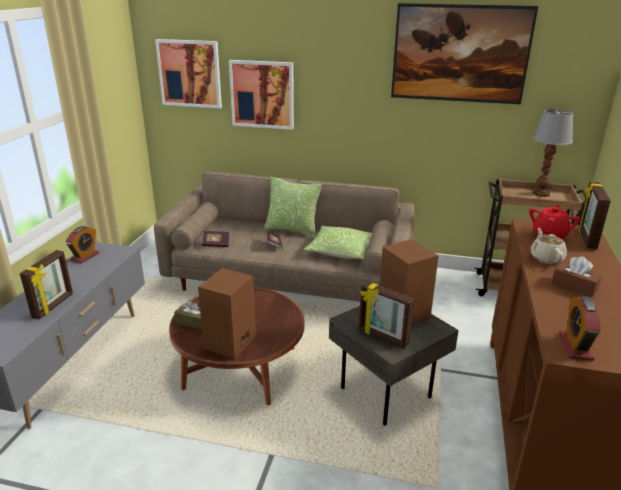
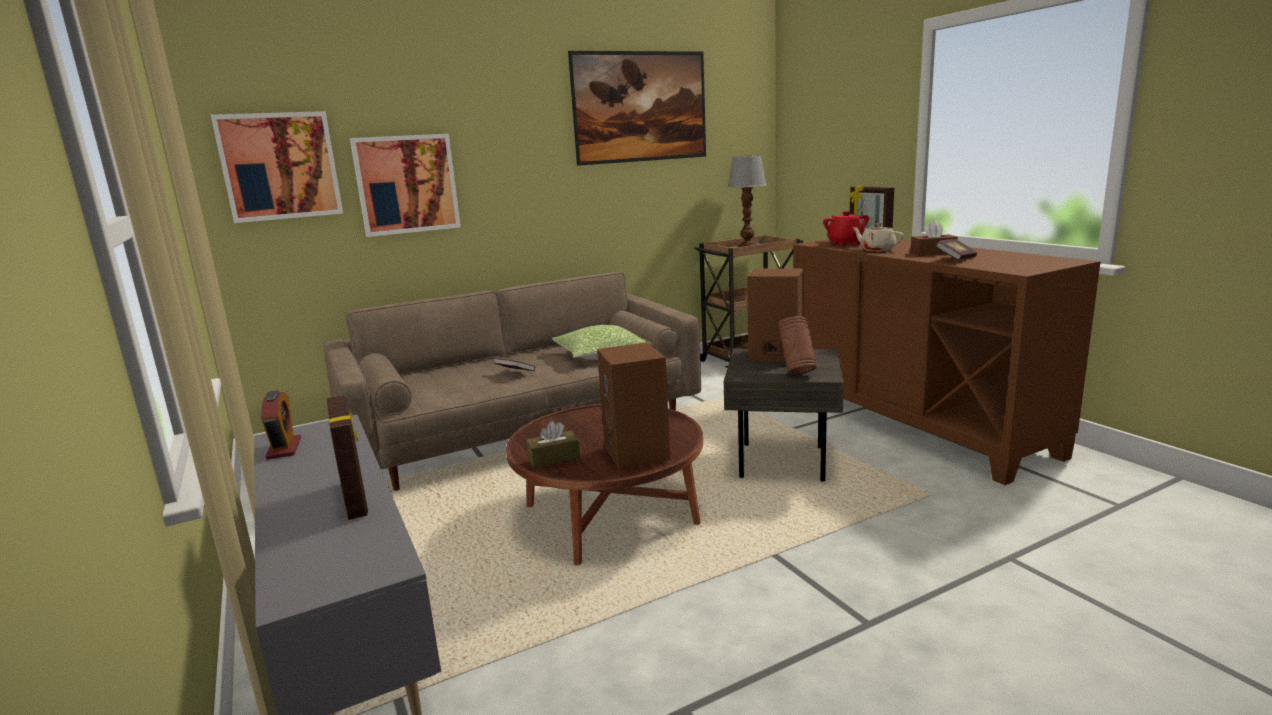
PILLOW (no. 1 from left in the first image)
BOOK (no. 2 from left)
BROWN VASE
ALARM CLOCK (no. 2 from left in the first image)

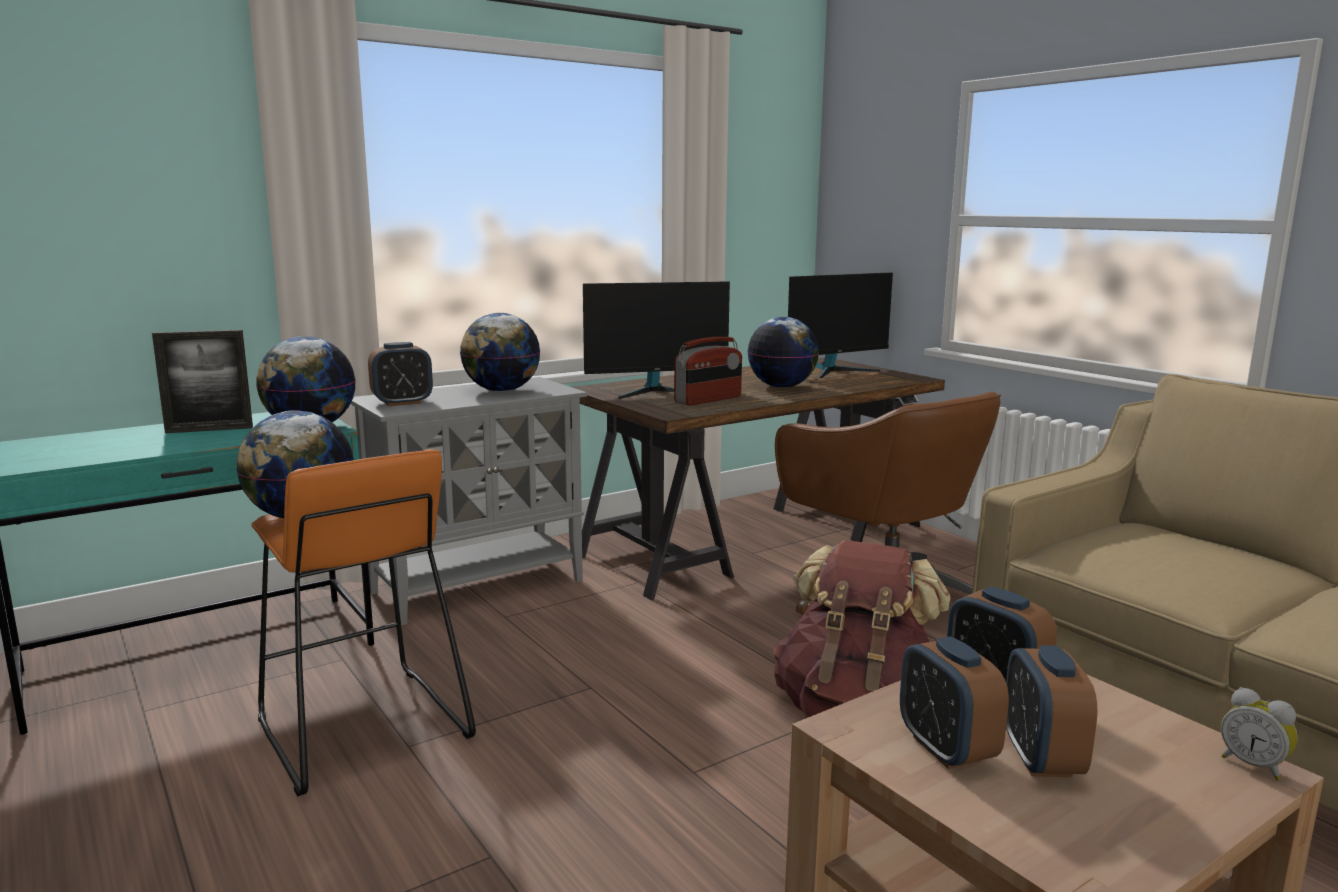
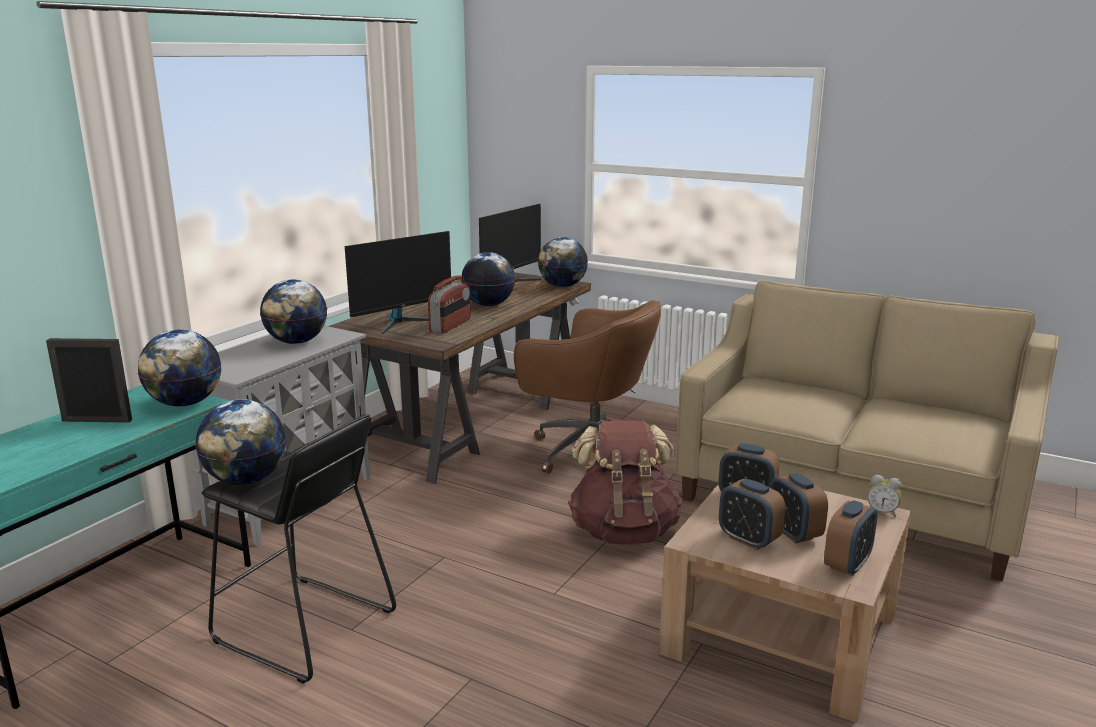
PICTURE FRAME
ALARM CLOCK (no. 4 from left)
BLACK STOOL
GLOBE (no. 5 from left)

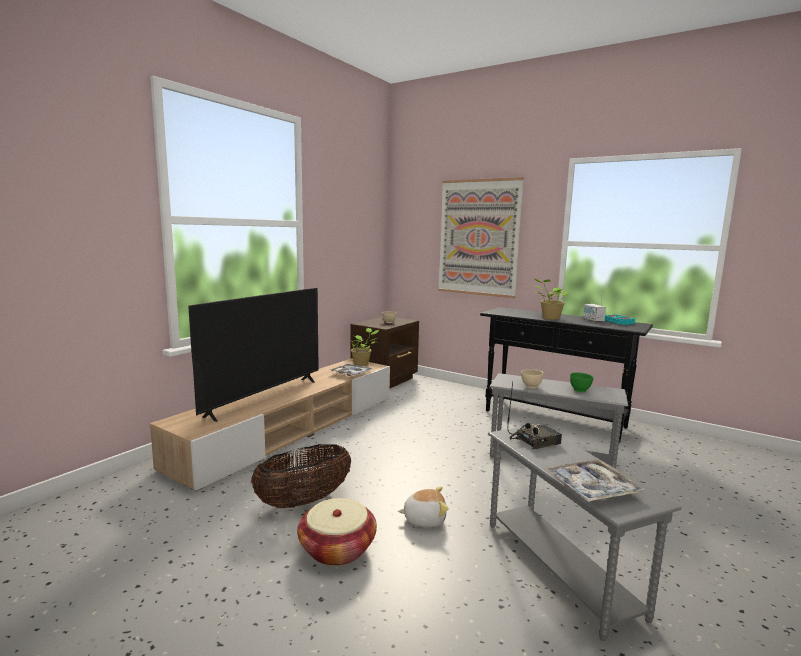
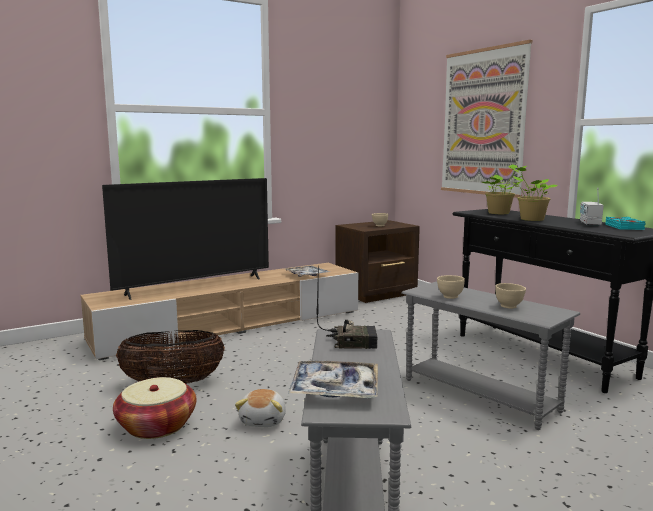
POTTED PLANT (no. 1 from left)
BEIGE BOWL (no. 3 from left)
PLUSH TOY

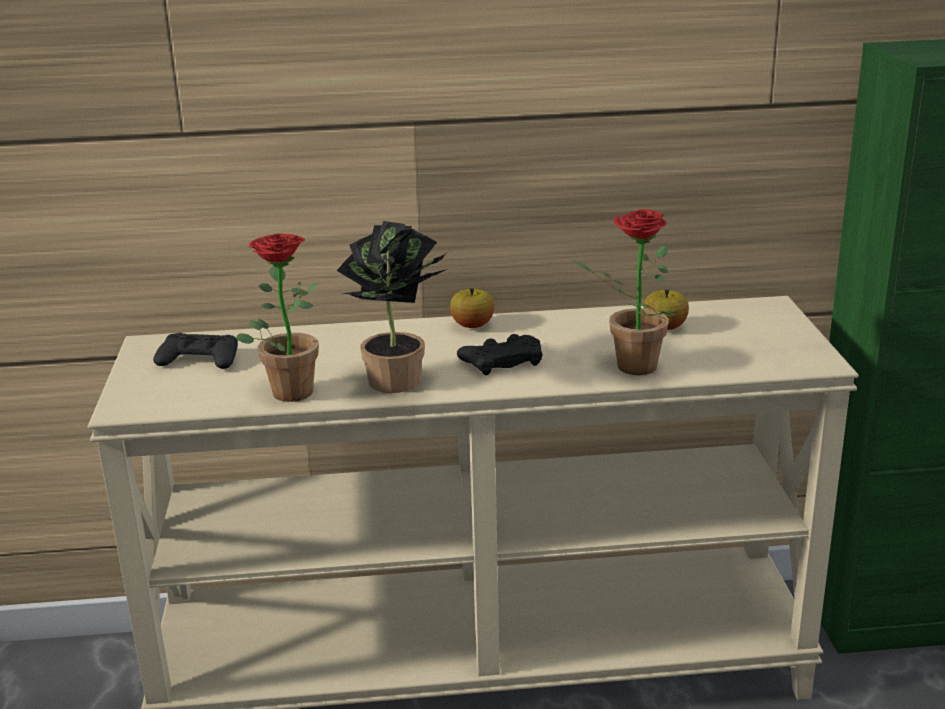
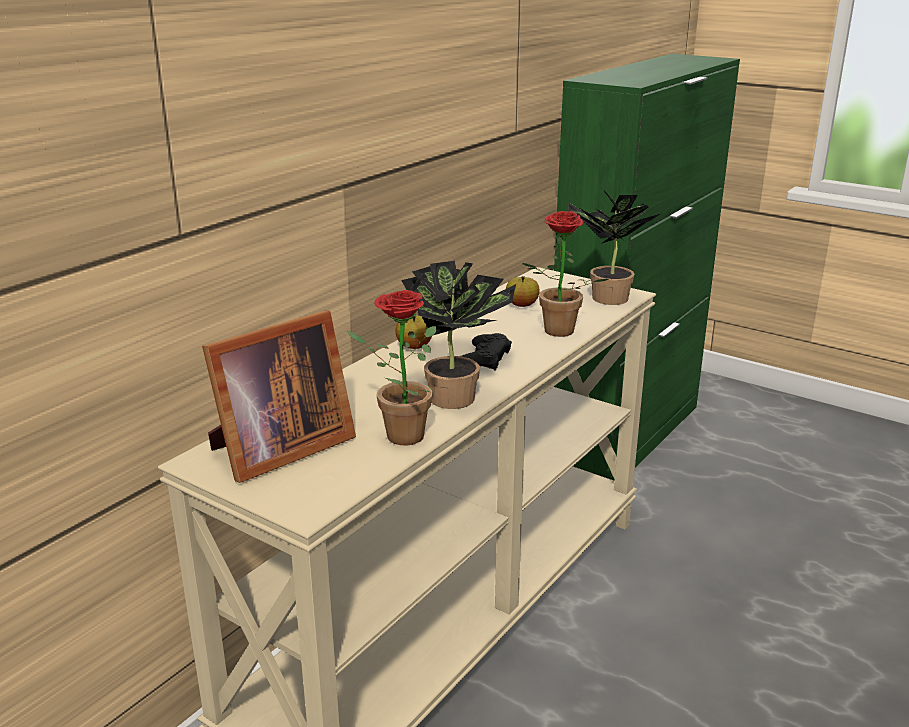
PICTURE FRAME
POTTED PLANT (no. 4 from left)

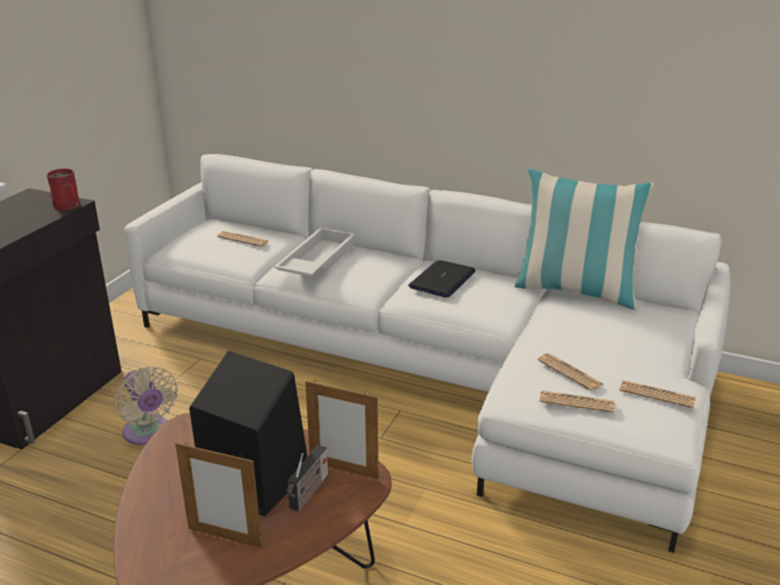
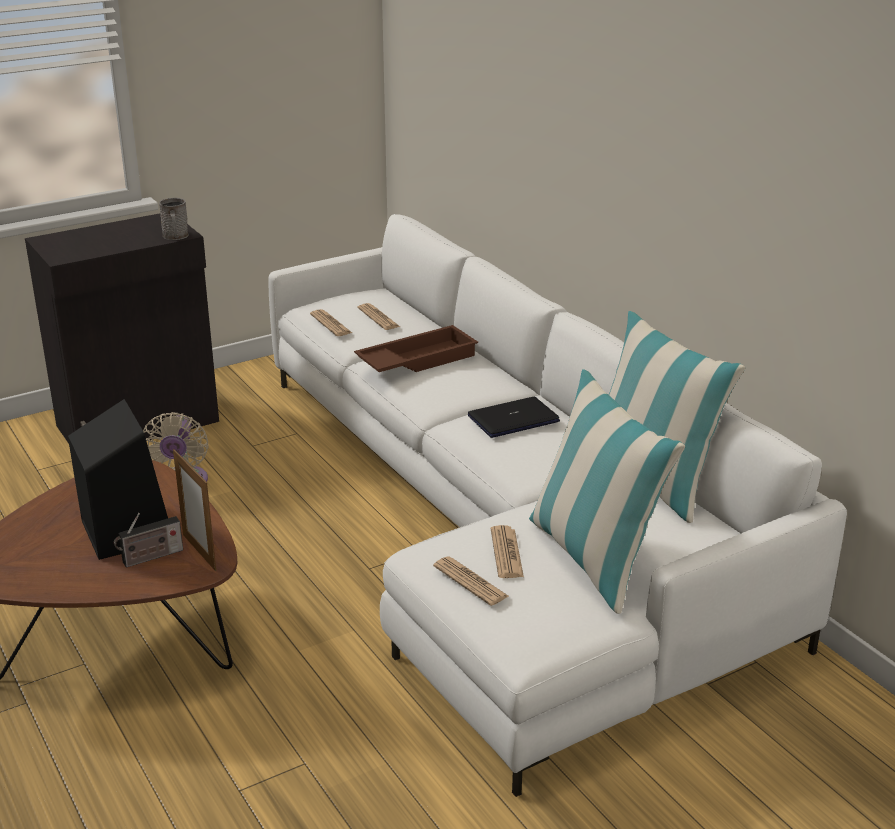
GREY MUG
BROWN TRAY
NEWSPAPER (no. 1 from left)
PICTURE FRAME (no. 1 from left in the first image)
PILLOW (no. 1 from left)

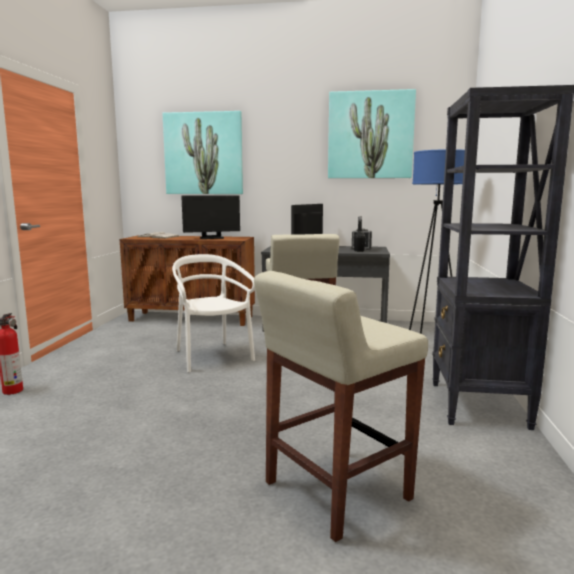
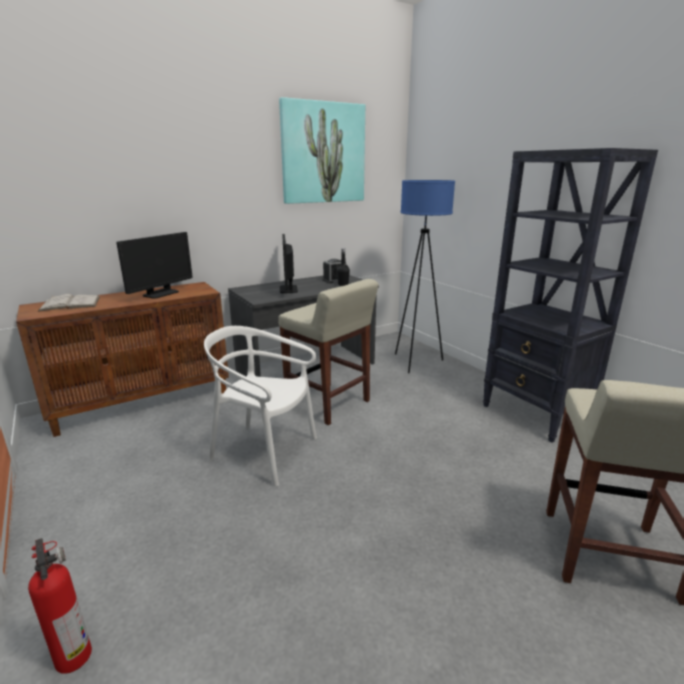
PICTURE (no. 1 from left in the first image)

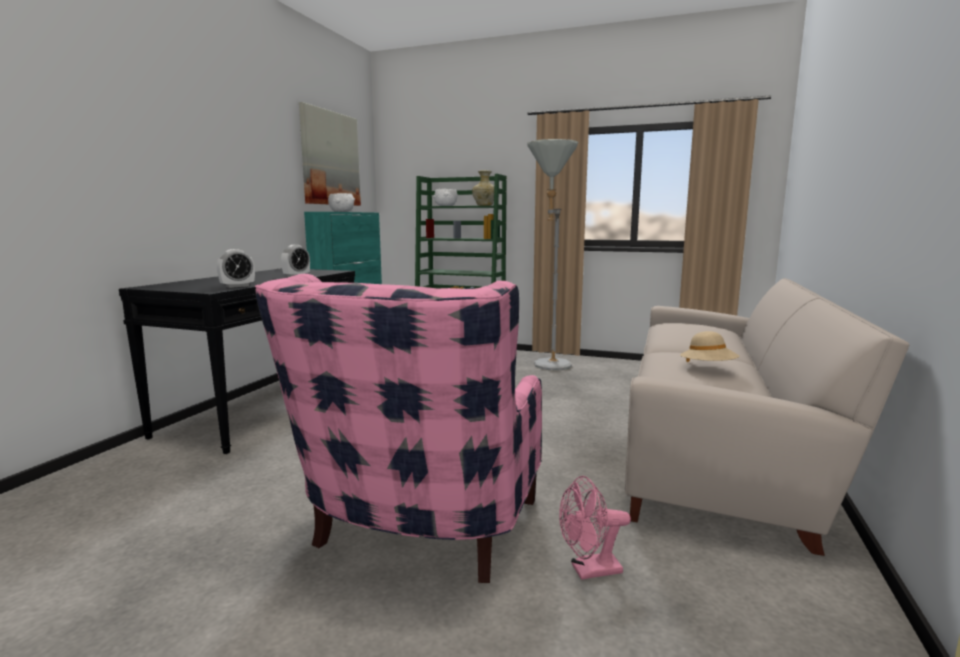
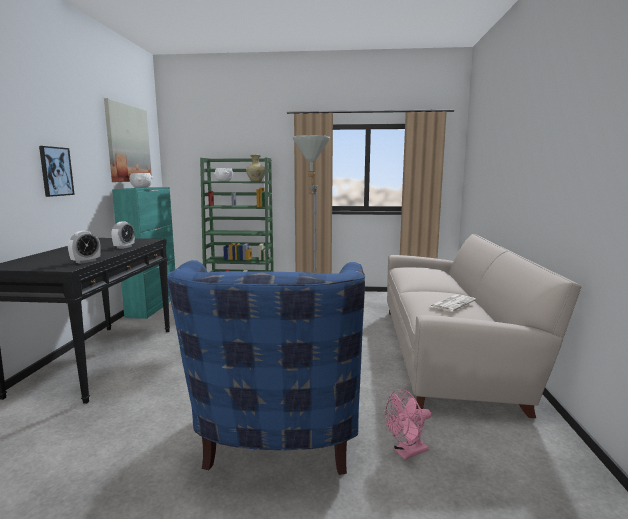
BLUE ARMCHAIR
NEWSPAPER
PICTURE (no. 1 from left)

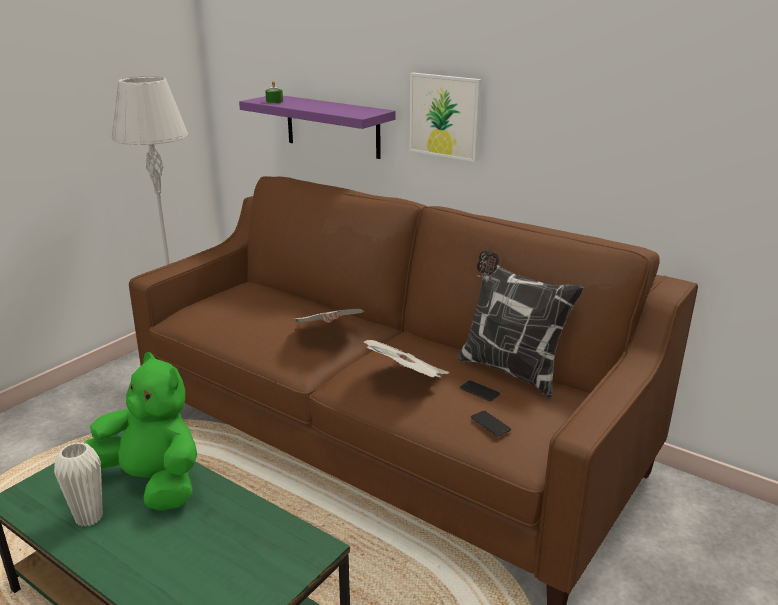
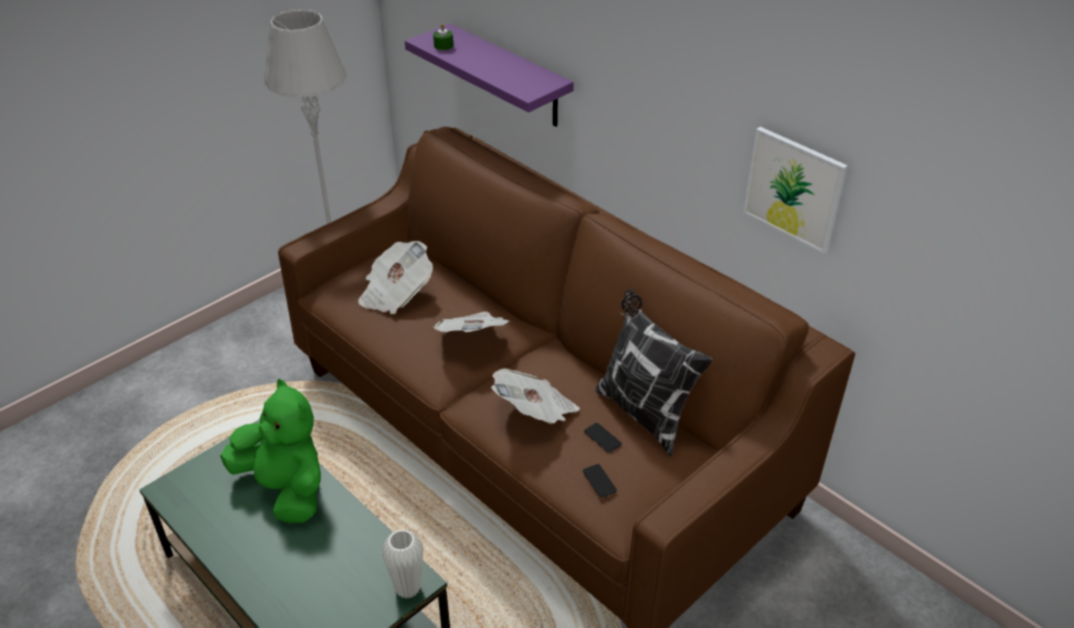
PICTURE
WHITE VASE
NEWSPAPER (no. 1 from left)

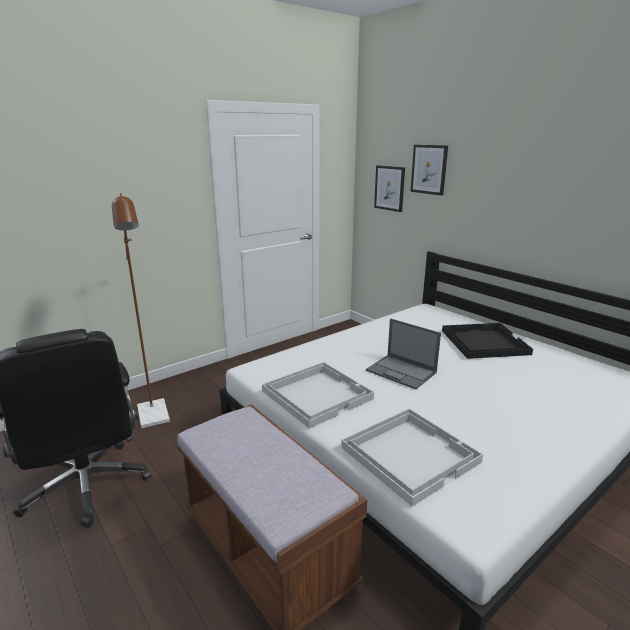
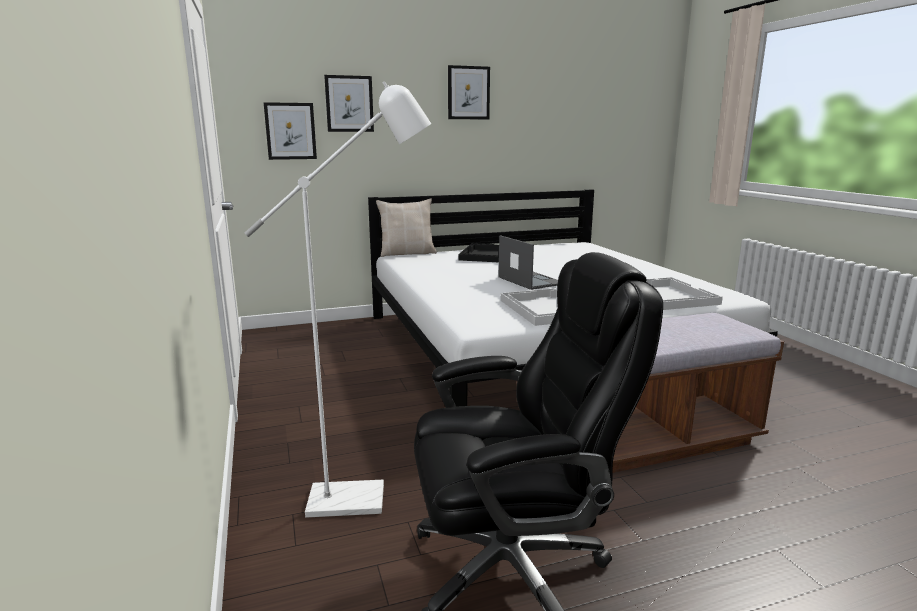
WHITE FLOOR LAMP
LAPTOP
PICTURE (no. 3 from left)
BEIGE PILLOW

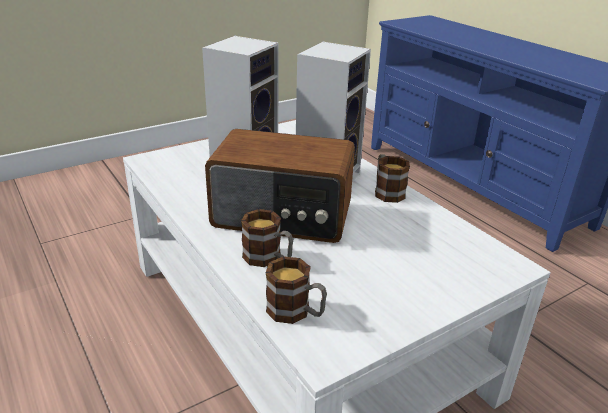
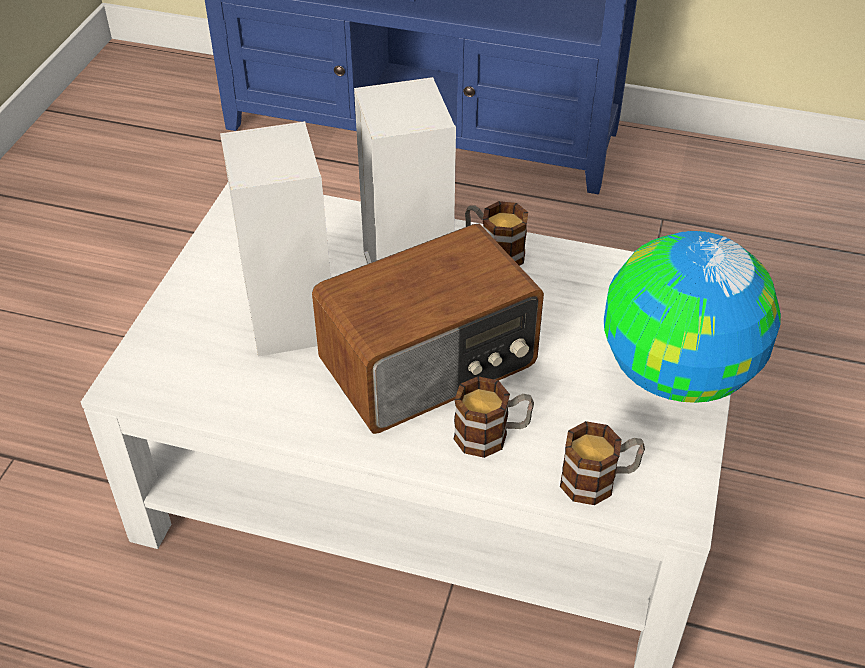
GLOBE

